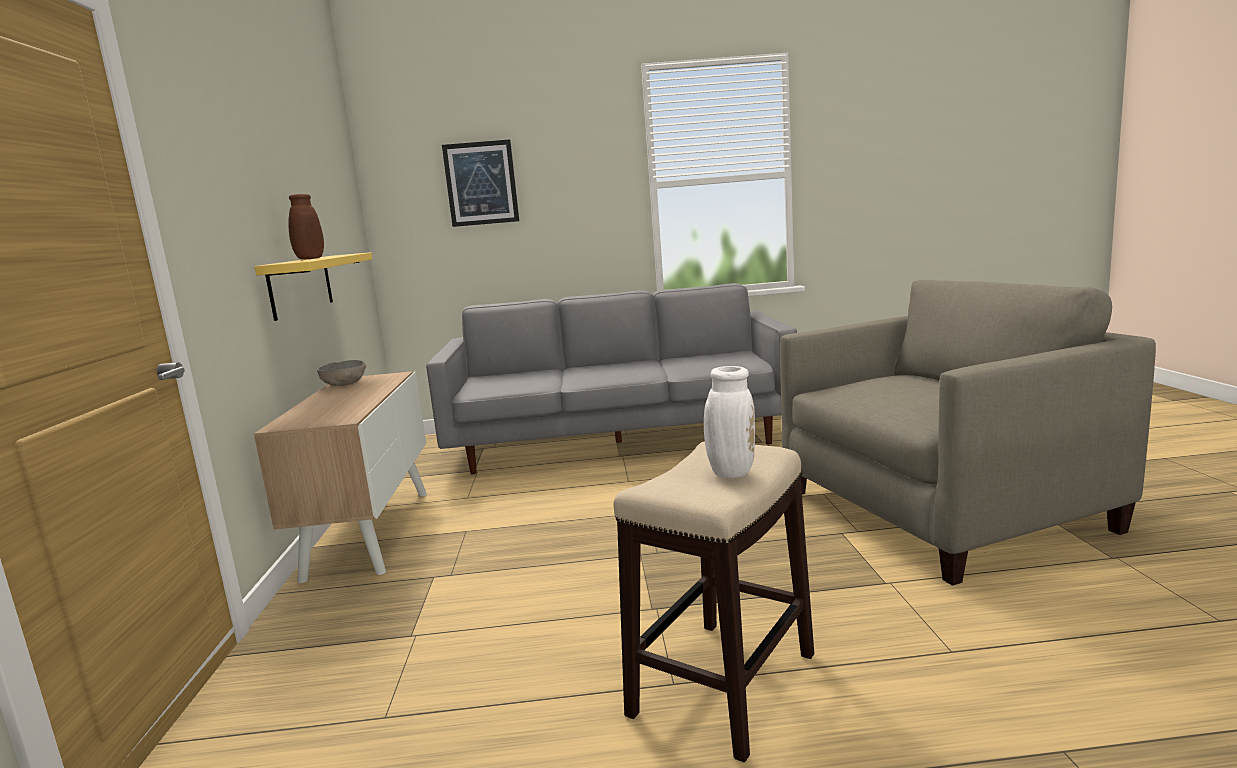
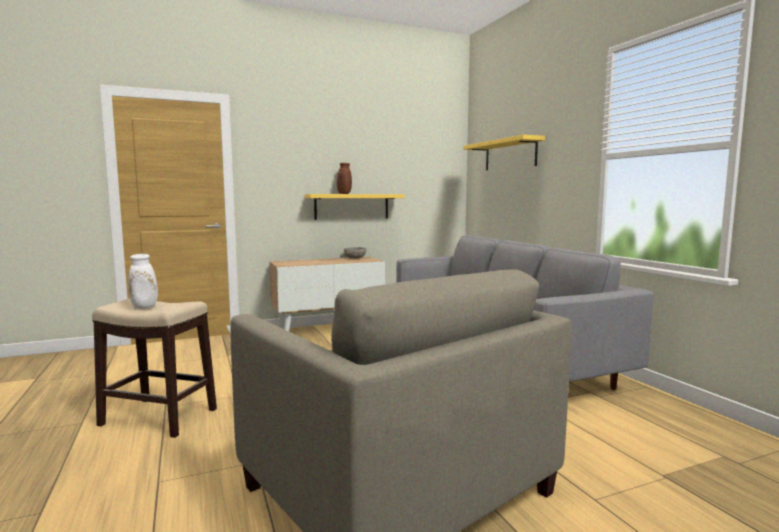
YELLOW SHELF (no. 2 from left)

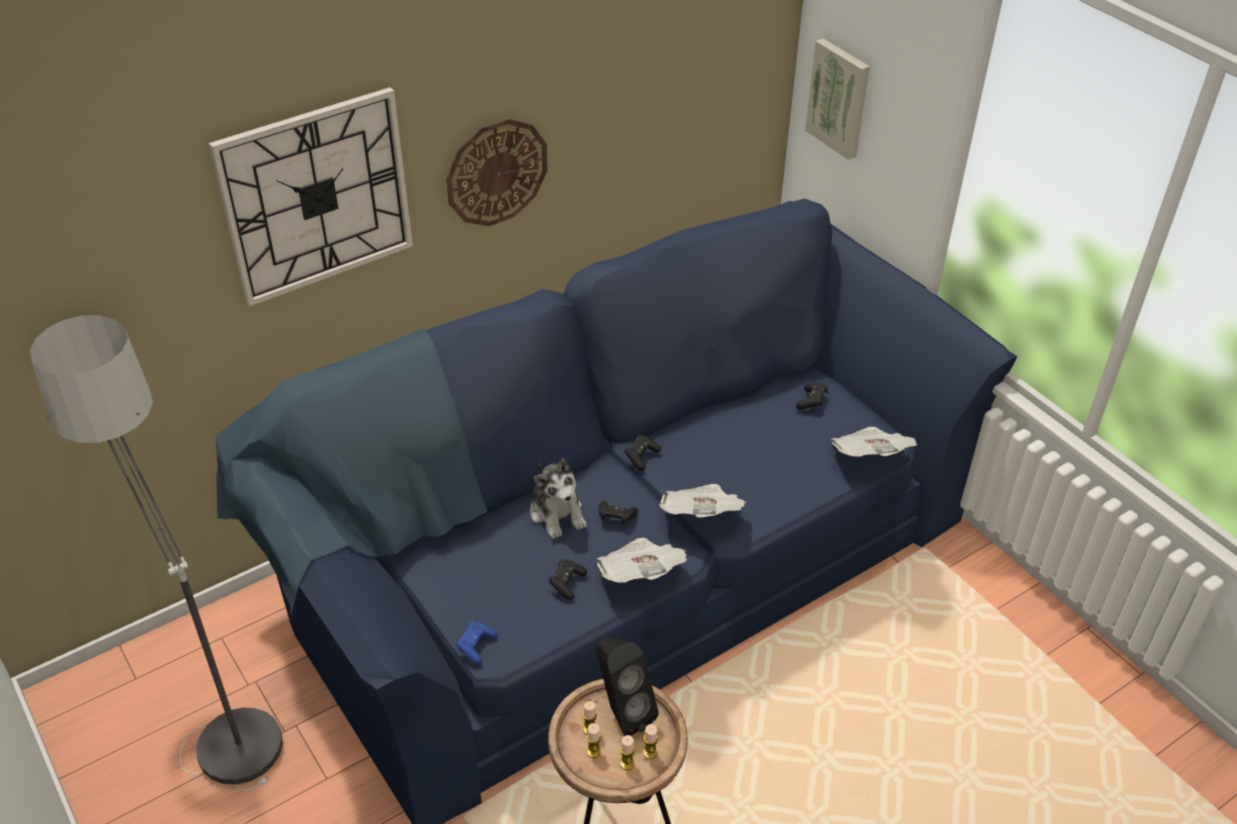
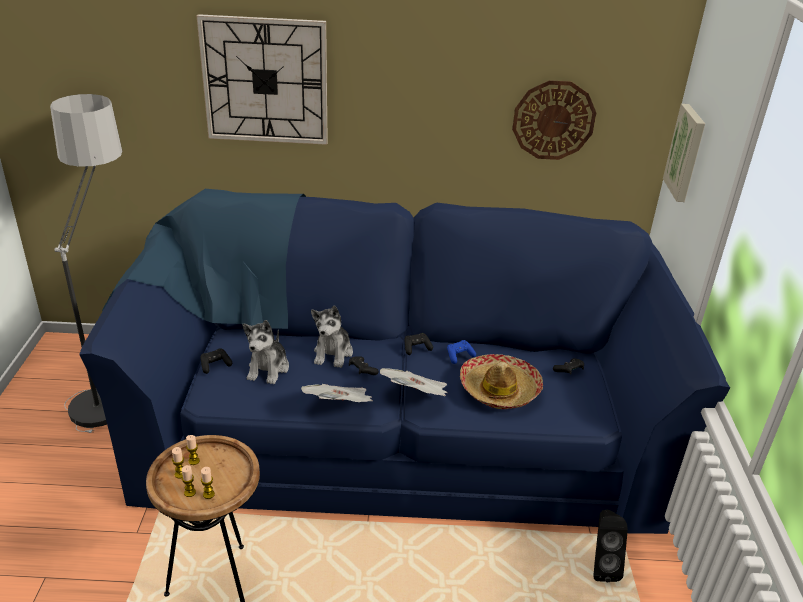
WALL CLOCK (no. 2 from left)
NEWSPAPER (no. 3 from left in the first image)
BLACK GAME CONTROLLER (no. 1 from left)
BLUE GAME CONTROLLER
BLACK SPEAKER
PLUSH TOY (no. 1 from left)
HAT

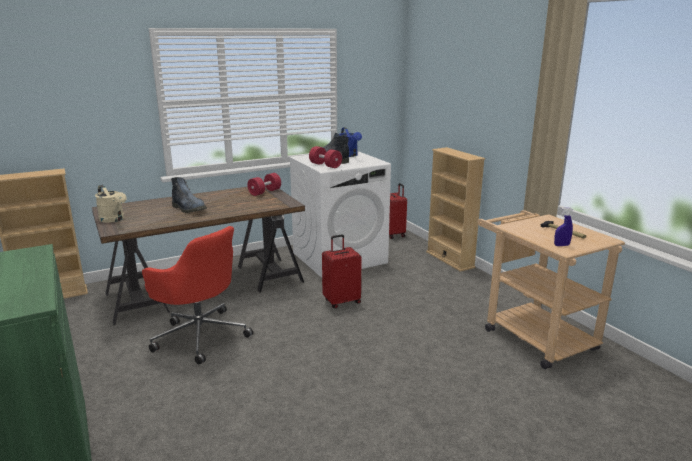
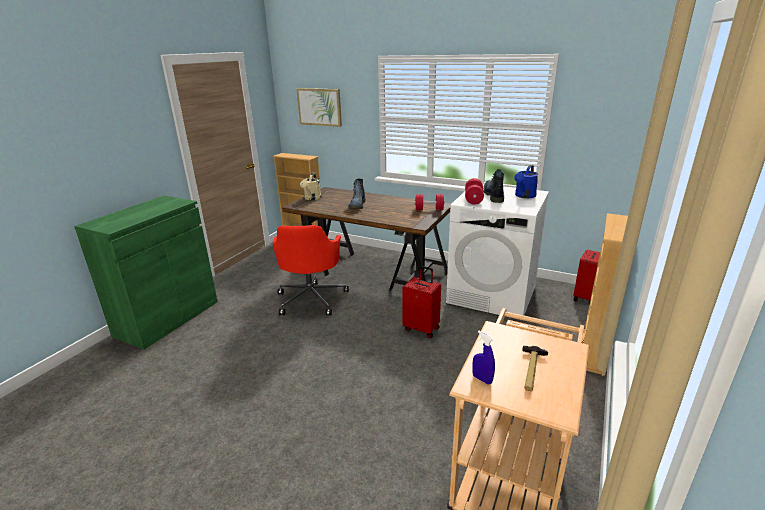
PICTURE

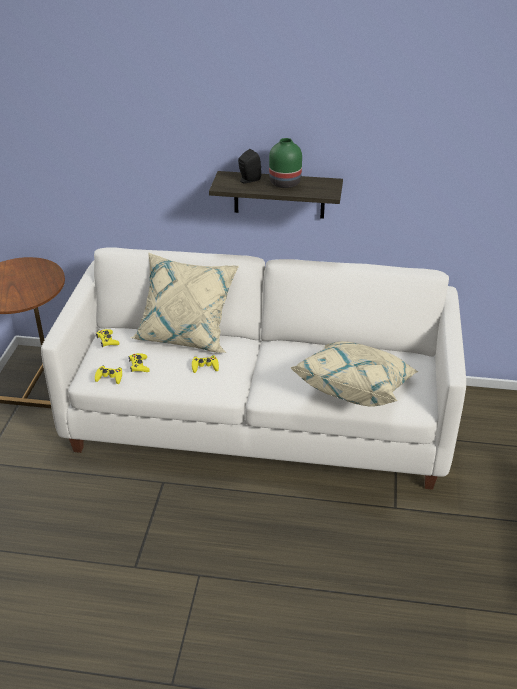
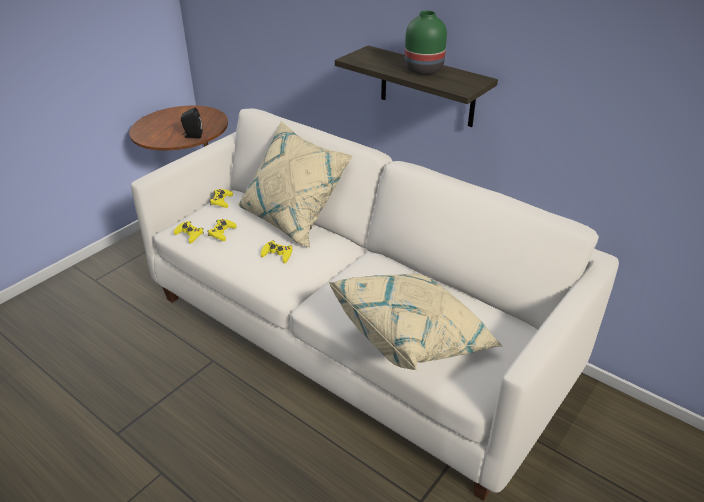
BLACK SPEAKER

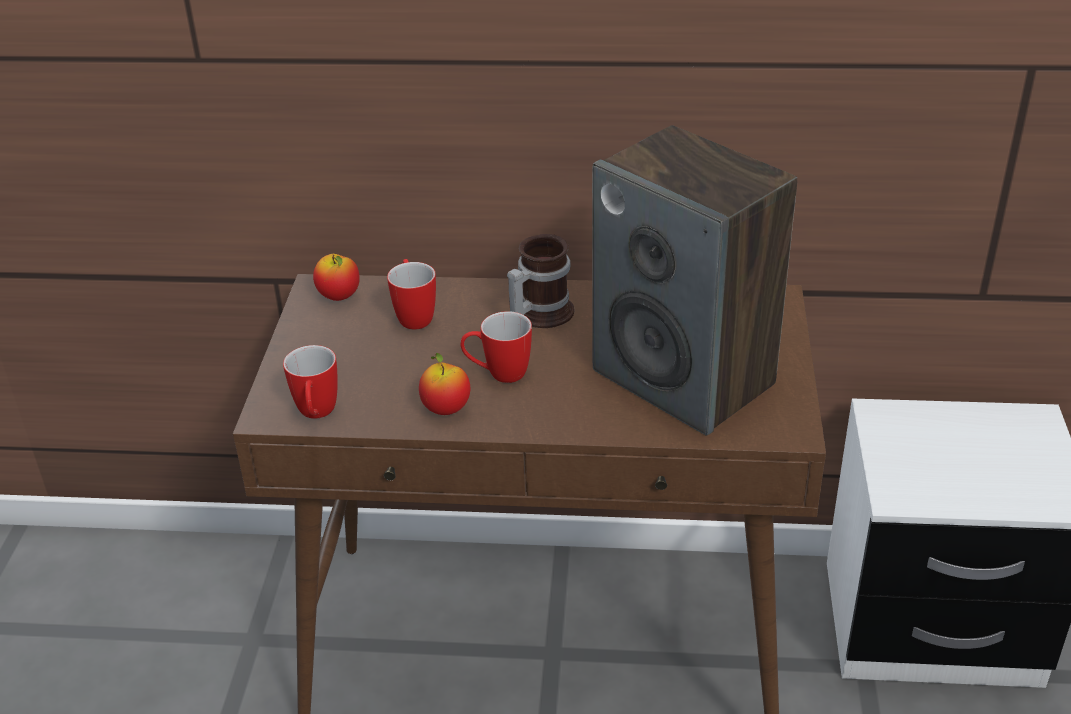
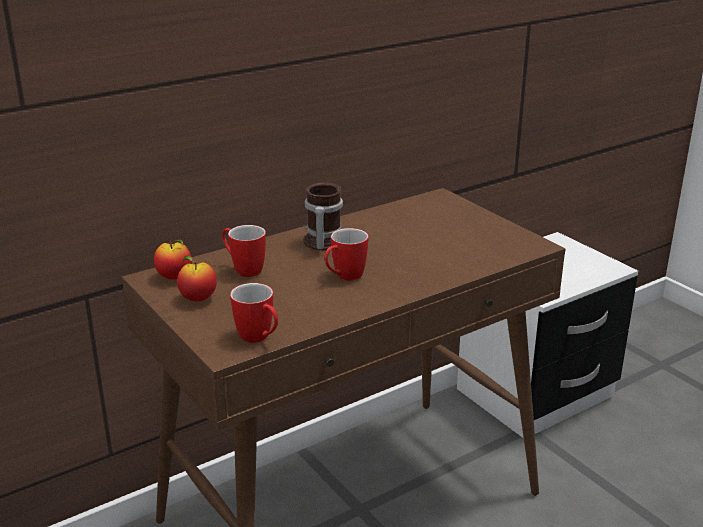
SPEAKER
APPLE (no. 2 from left)

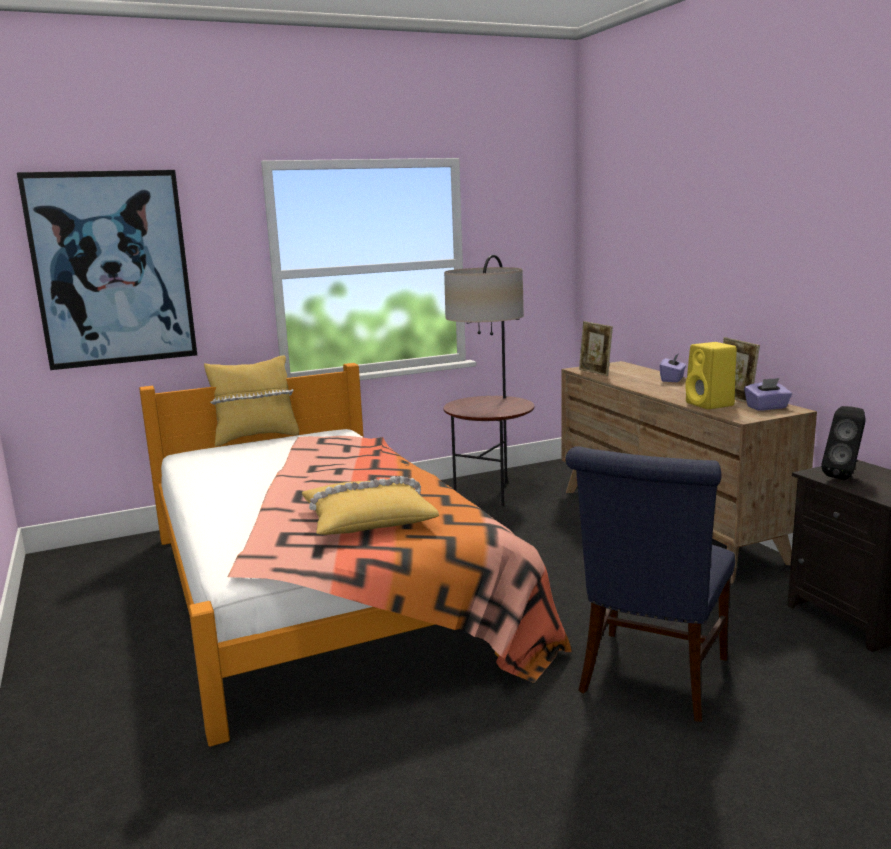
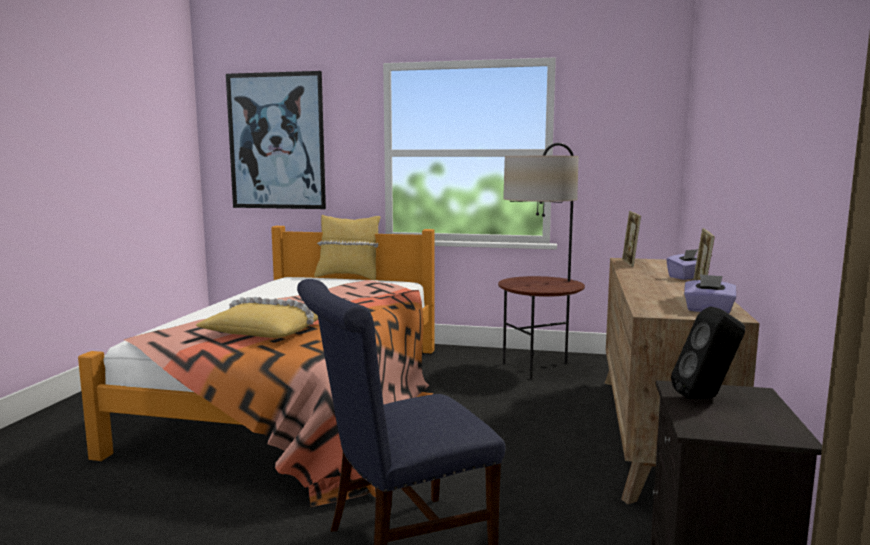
YELLOW SPEAKER

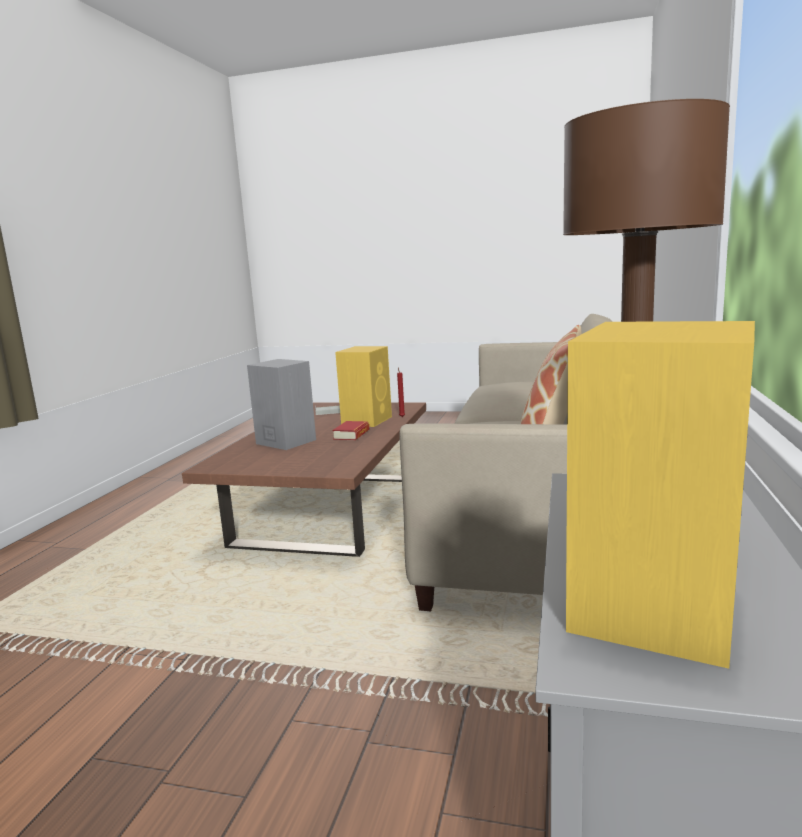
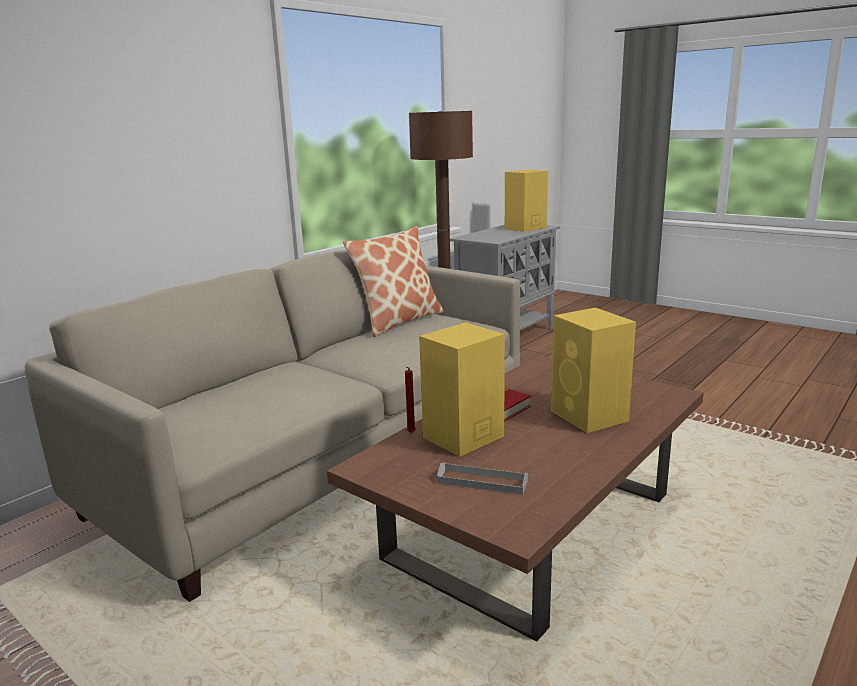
YELLOW SPEAKER (no. 3 from left)

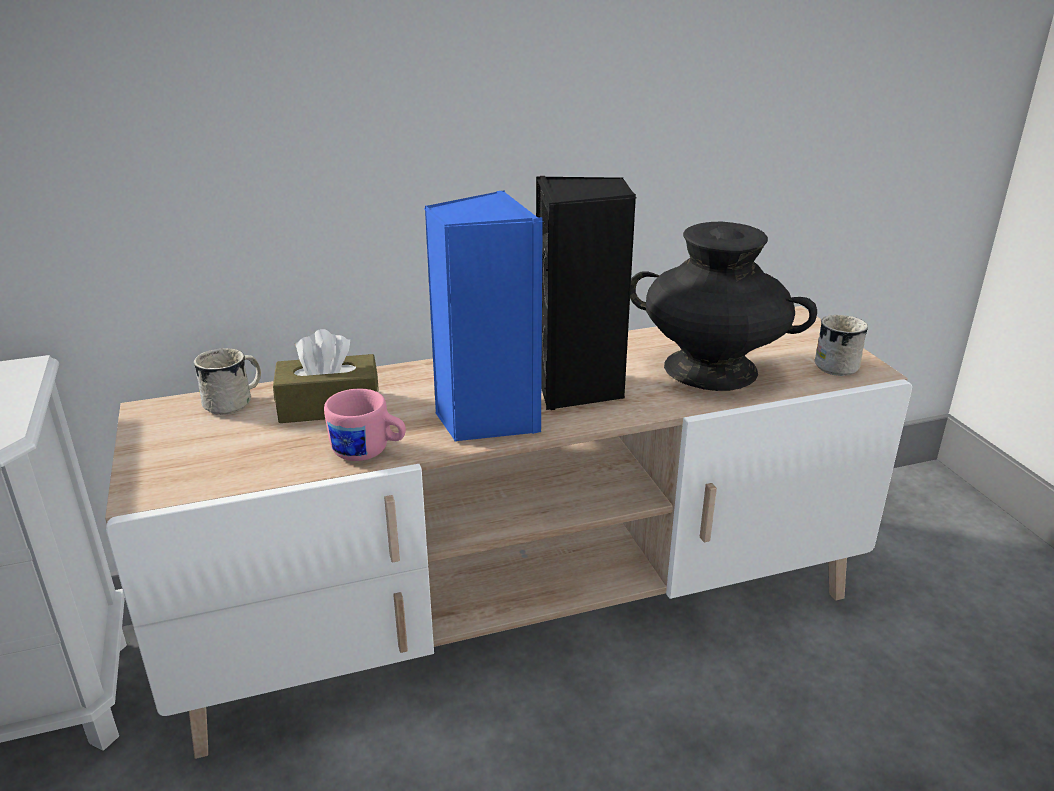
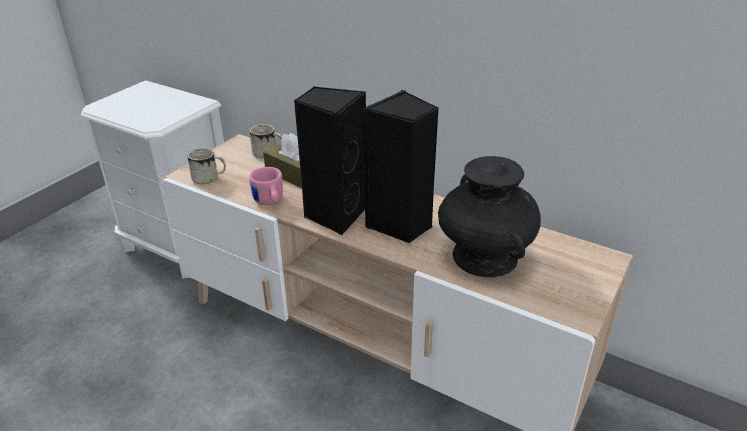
BLACK SPEAKER (no. 1 from left)
WHITE MUG (no. 1 from left)

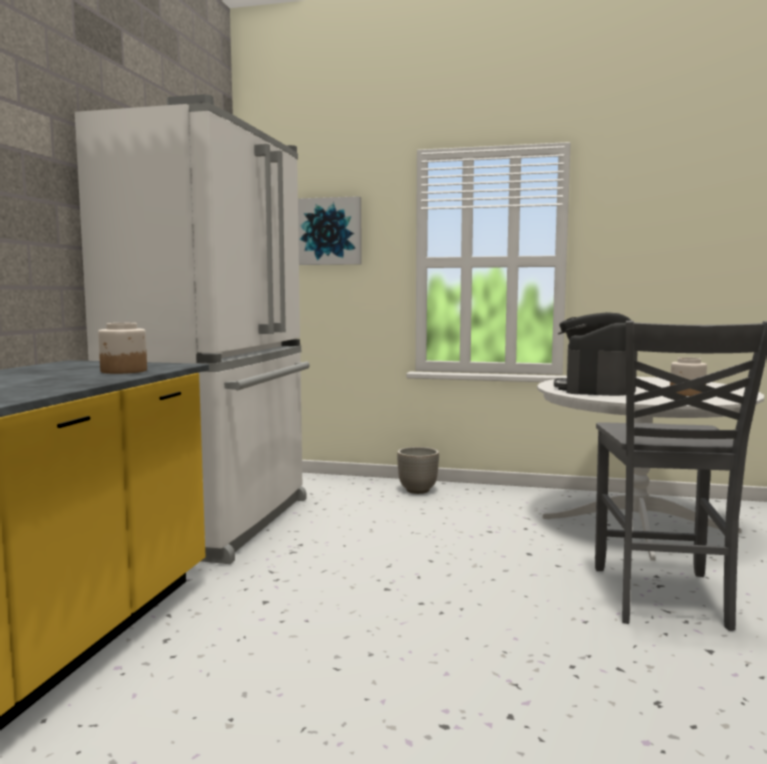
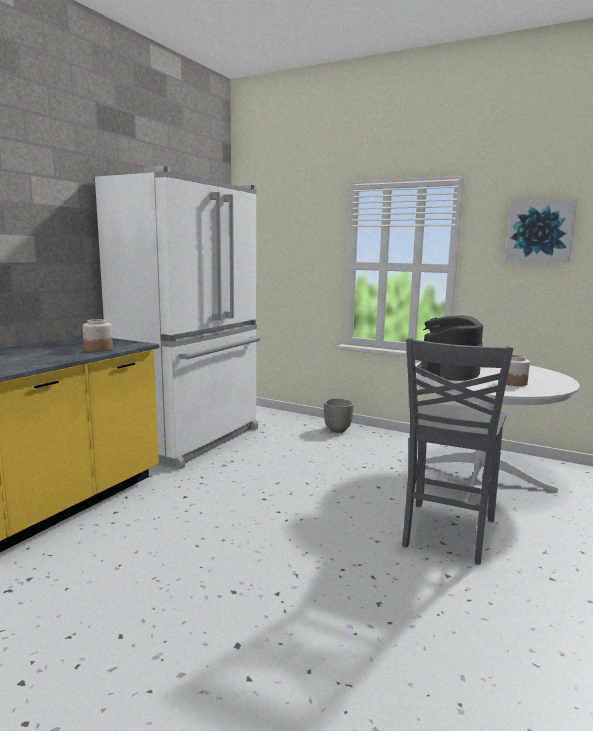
PICTURE

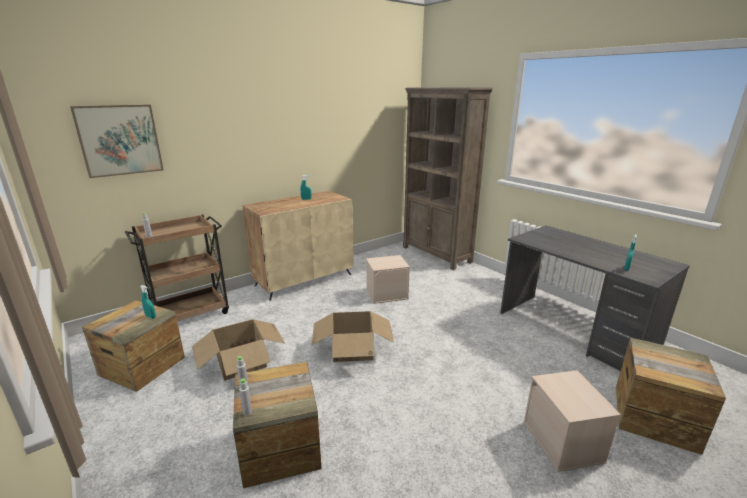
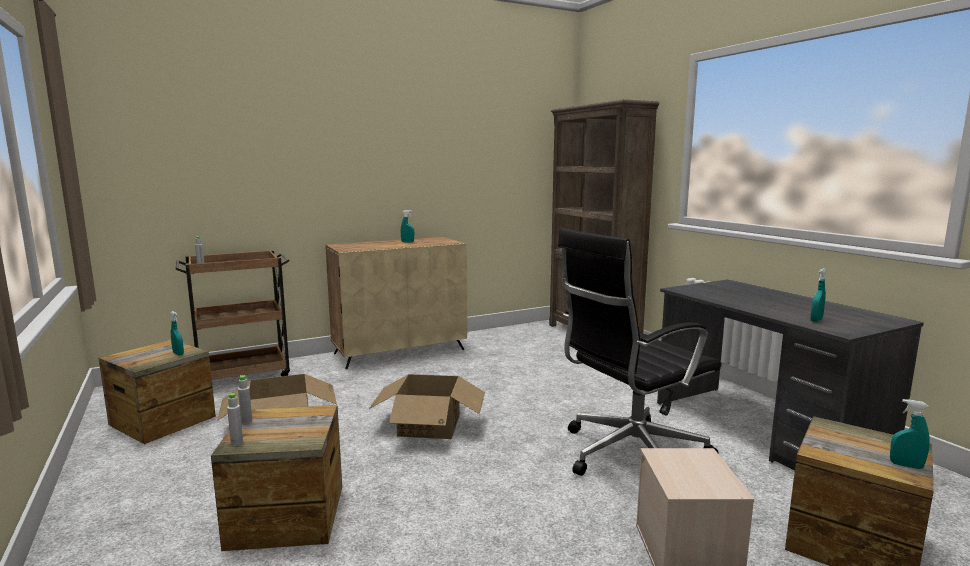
PICTURE
BEIGE STORAGE BOX (no. 1 from left in the first image)
BLACK OFFICE CHAIR
TURQUOISE SPRAY BOTTLE (no. 4 from left)

